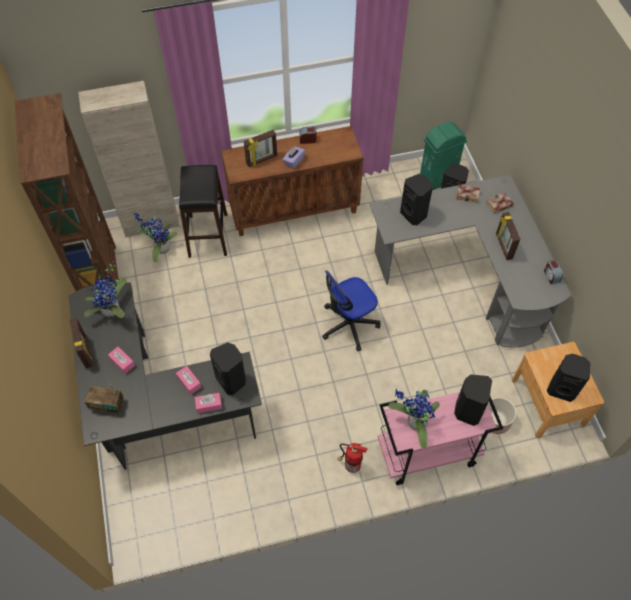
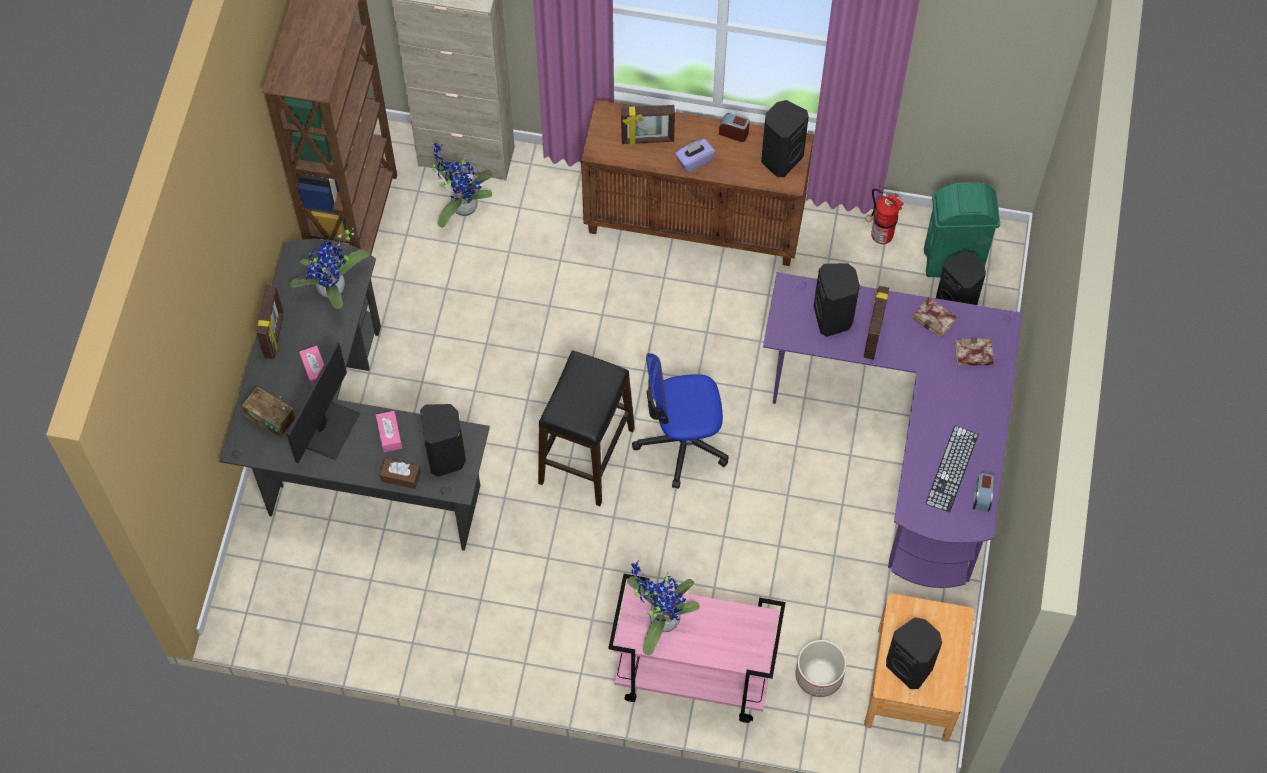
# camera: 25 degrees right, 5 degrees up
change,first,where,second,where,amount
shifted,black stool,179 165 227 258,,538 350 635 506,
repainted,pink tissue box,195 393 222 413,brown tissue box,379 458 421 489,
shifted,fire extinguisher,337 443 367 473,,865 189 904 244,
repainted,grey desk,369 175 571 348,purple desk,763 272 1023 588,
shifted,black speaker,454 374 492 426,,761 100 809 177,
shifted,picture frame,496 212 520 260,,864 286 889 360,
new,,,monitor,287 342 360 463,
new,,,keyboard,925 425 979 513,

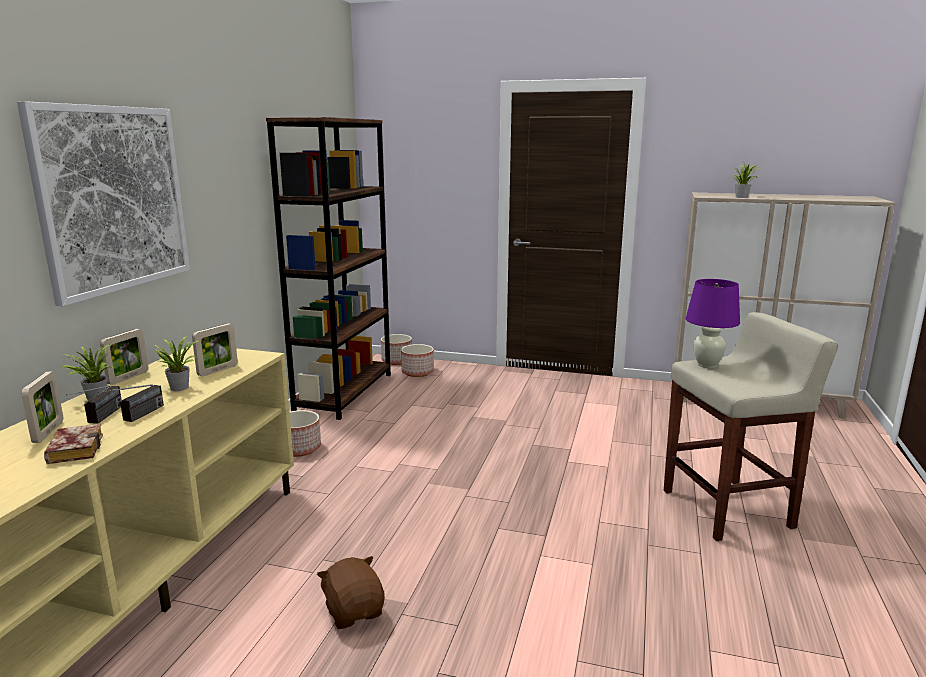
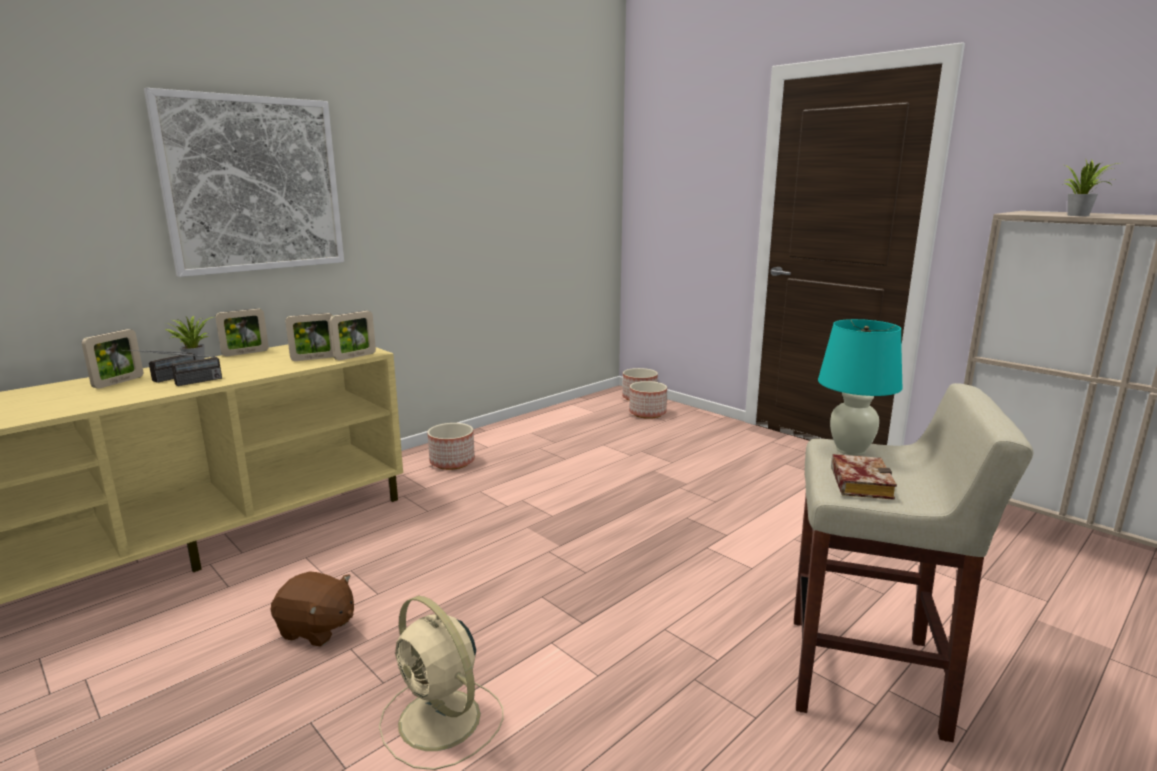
# camera: 30 degrees right, 0 degrees up
change,first,where,second,where,amount
shifted,book,44 424 103 464,,831 454 897 500,
gone,potted plant,154 336 202 391,,,
gone,brown bookcase,266 117 391 420,,,
rotated,brown plush toy,317 556 385 629,,271 571 354 647,105 degrees clockwise
repainted,purple table lamp,686 279 740 368,turquoise table lamp,818 319 902 456,
new,,,picture frame,329 311 376 361,
new,,,beige fan,379 596 504 770,

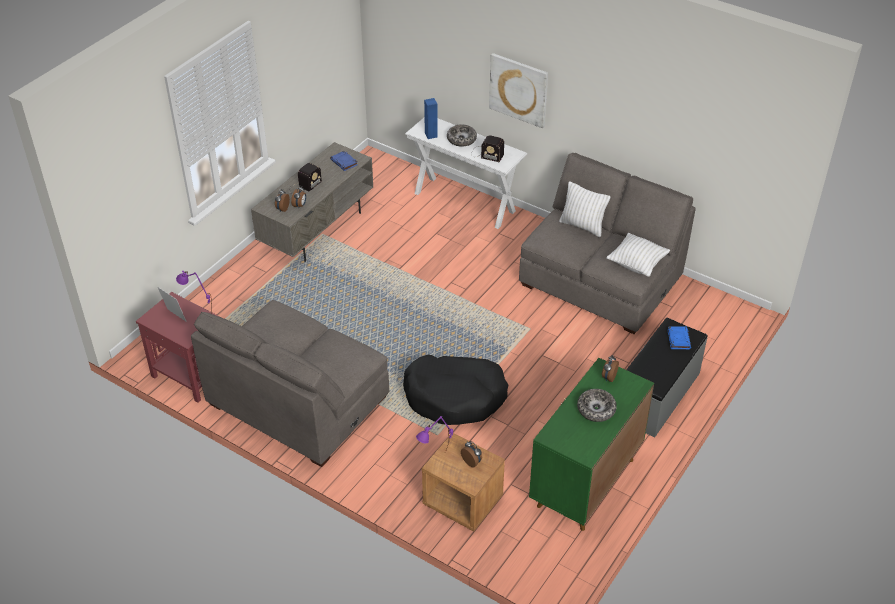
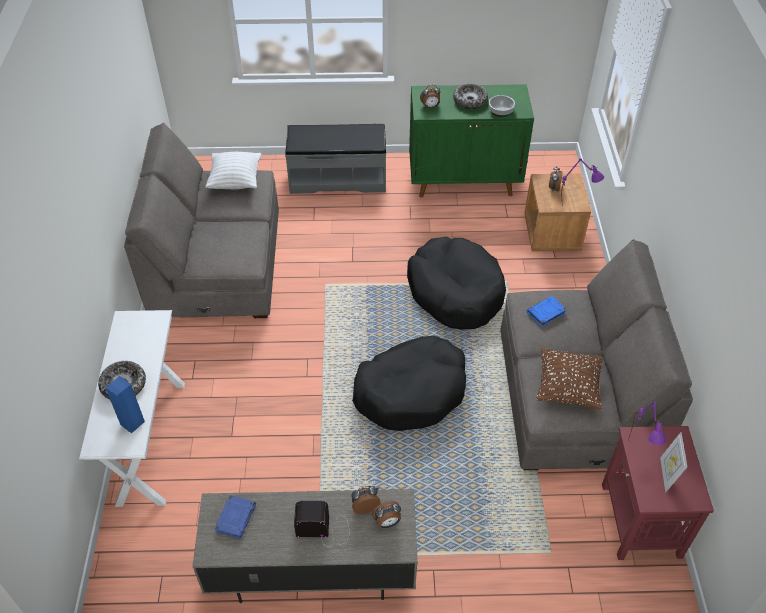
# camera: 125 degrees left, 5 degrees up
change,first,where,second,where,amount
gone,radio,471 135 504 162,,,
gone,picture,489 53 548 128,,,
gone,white pillow,559 181 611 237,,,
shifted,blue book,668 326 691 349,,527 296 567 327,
new,,,black dog bed,352 336 466 431,
new,,,bowl,489 95 515 117,
new,,,brown pillow,537 348 603 409,

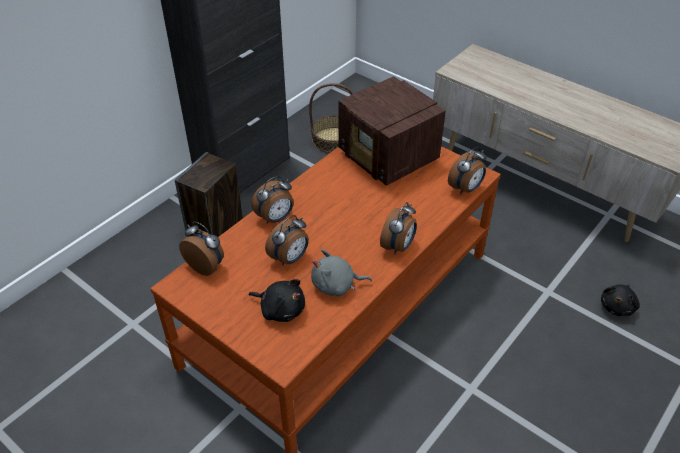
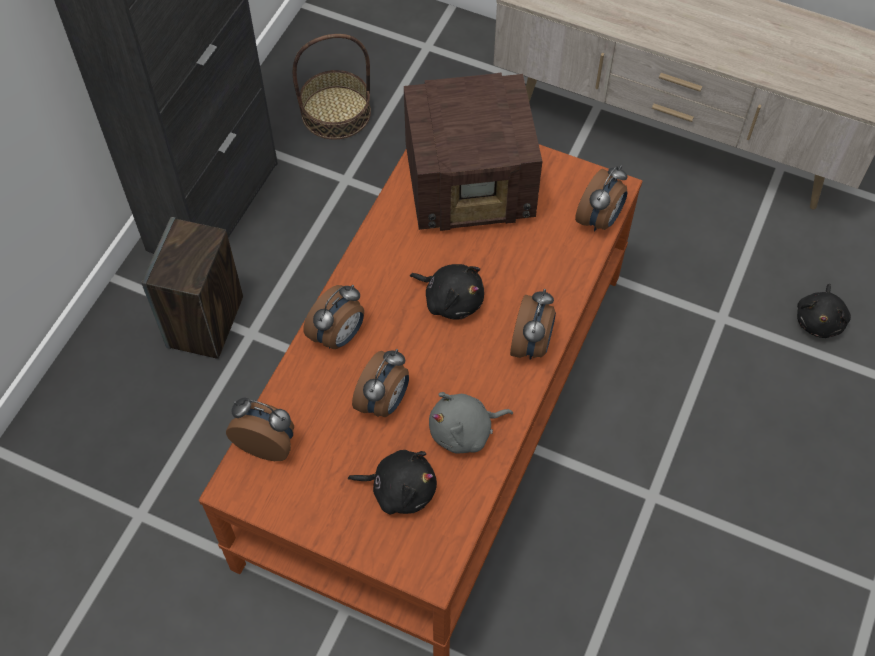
# camera: 15 degrees left, 15 degrees up
change,first,where,second,where,amount
rotated,radio,338 76 446 186,,404 73 542 231,45 degrees counterclockwise
new,,,black plush toy,410 264 484 320,

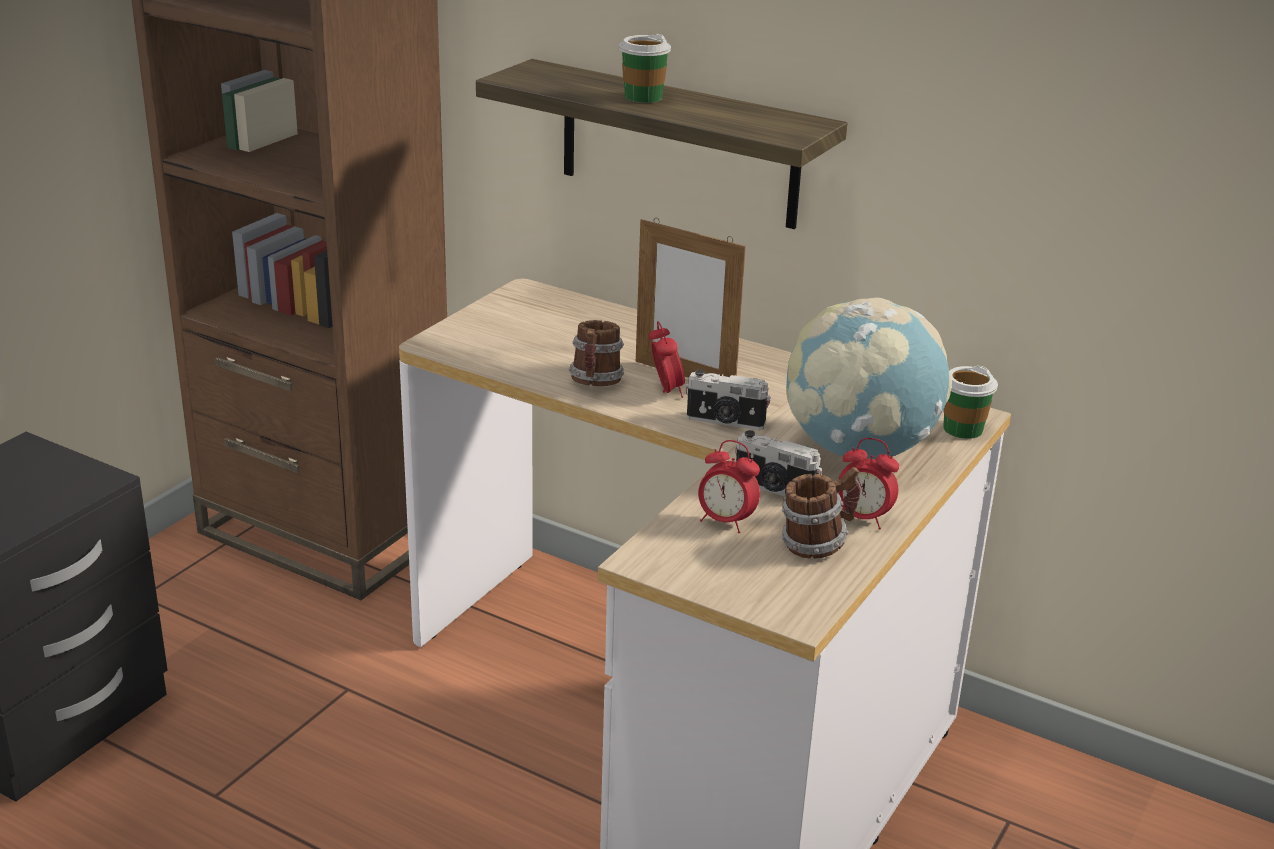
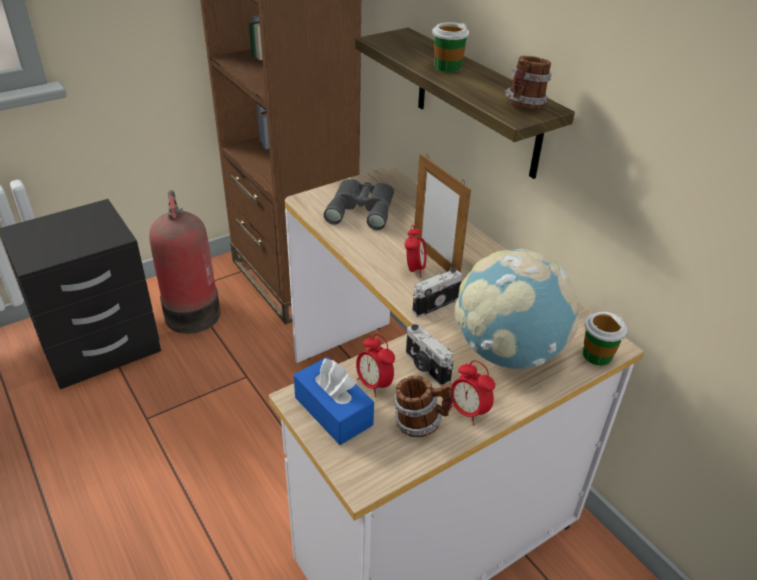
# camera: 25 degrees right, 10 degrees up
change,first,where,second,where,amount
shifted,mug,568 320 624 386,,505 56 551 109,
rotated,photo camera,686 369 771 430,,412 267 462 317,105 degrees clockwise
new,,,fire extinguisher,149 190 221 334,
new,,,blue tissue box,294 357 374 445,
new,,,grey binoculars,324 179 394 230,

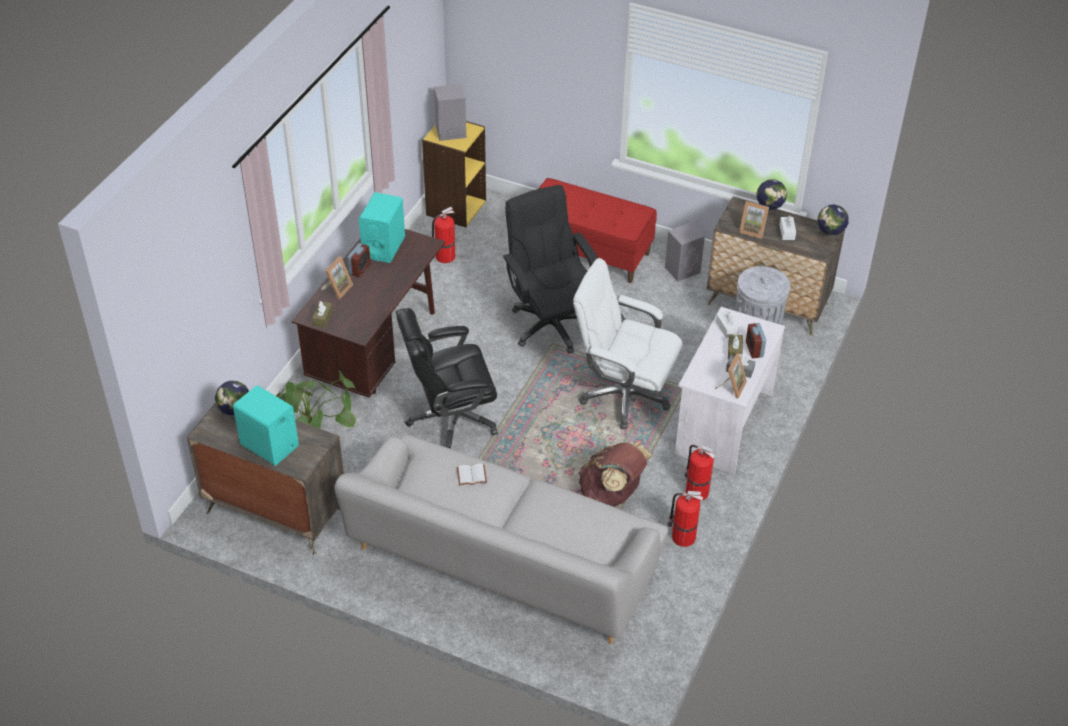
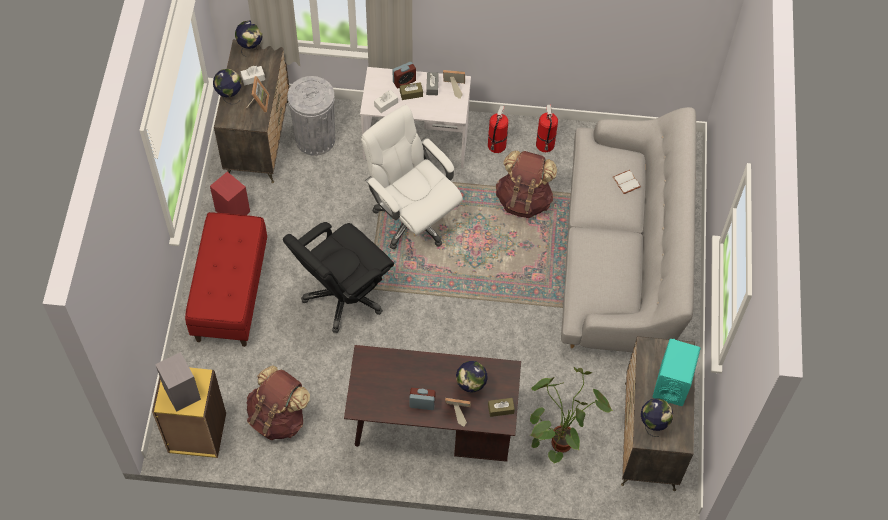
# camera: 110 degrees left, 15 degrees up
change,first,where,second,where,amount
gone,turquoise speaker,359 192 405 263,,,
gone,black office chair,396 308 498 449,,,
swapped,fire extinguisher,432 207 455 263,brown backpack,247 365 310 440,
shifted,white book,457 464 487 485,,613 170 641 194,
rotated,white office chair,573 258 682 429,,361 105 463 250,135 degrees clockwise
repainted,grey speaker,665 222 705 282,red speaker,210 172 250 215,
new,,,globe,456 361 488 393,

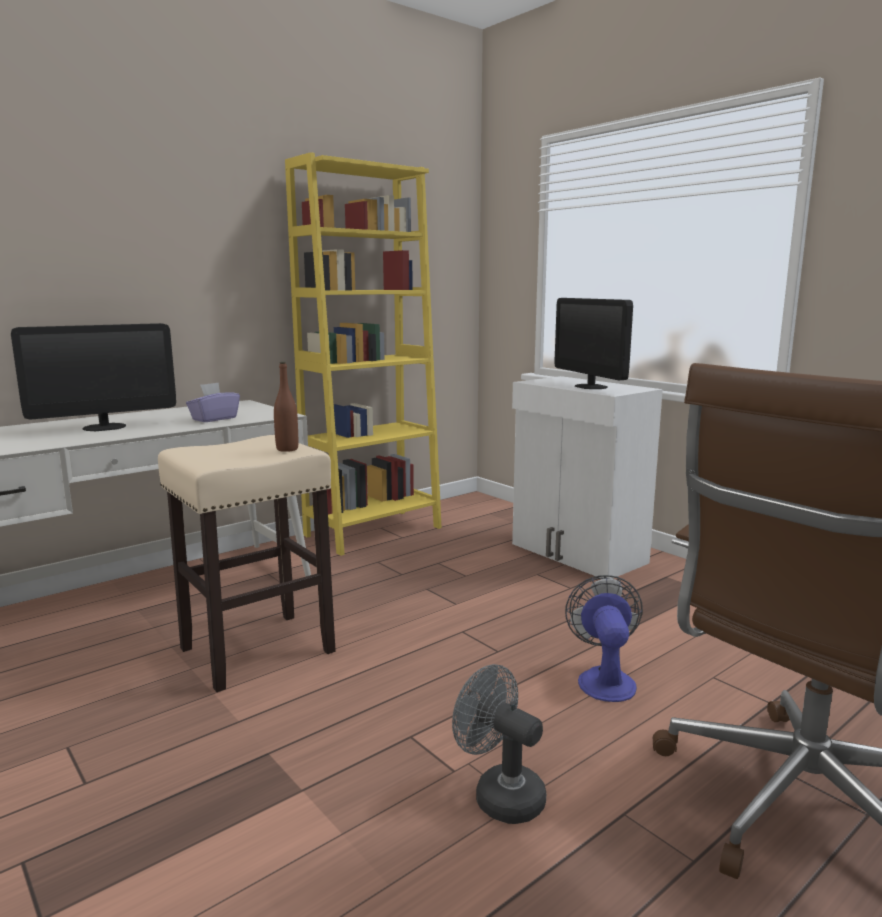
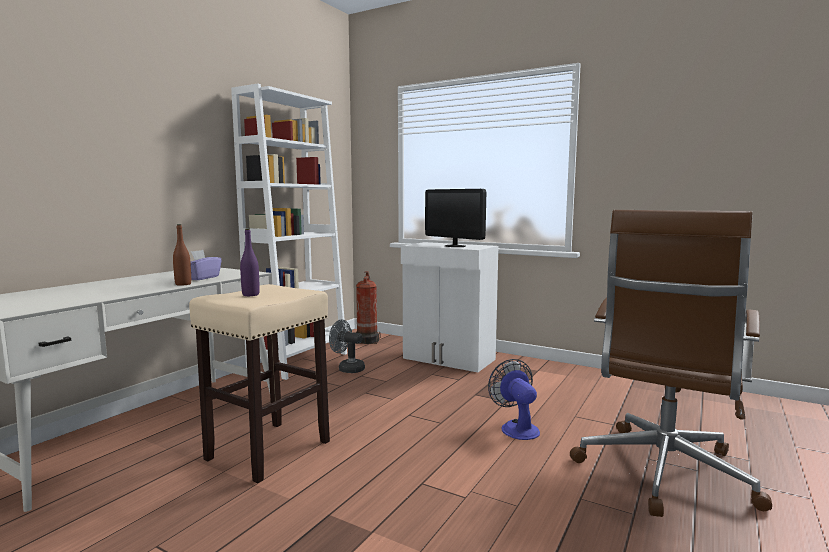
# camera: 20 degrees left, 5 degrees down
change,first,where,second,where,amount
gone,monitor,11 323 176 431,,,
shifted,brown bottle,274 362 298 452,,173 224 191 286,
repainted,yellow bookcase,285 152 442 556,white bookcase,231 84 347 380,
shifted,grey fan,452 664 546 824,,329 319 365 373,
new,,,purple bottle,240 228 260 296,
new,,,fire extinguisher,355 271 381 344,

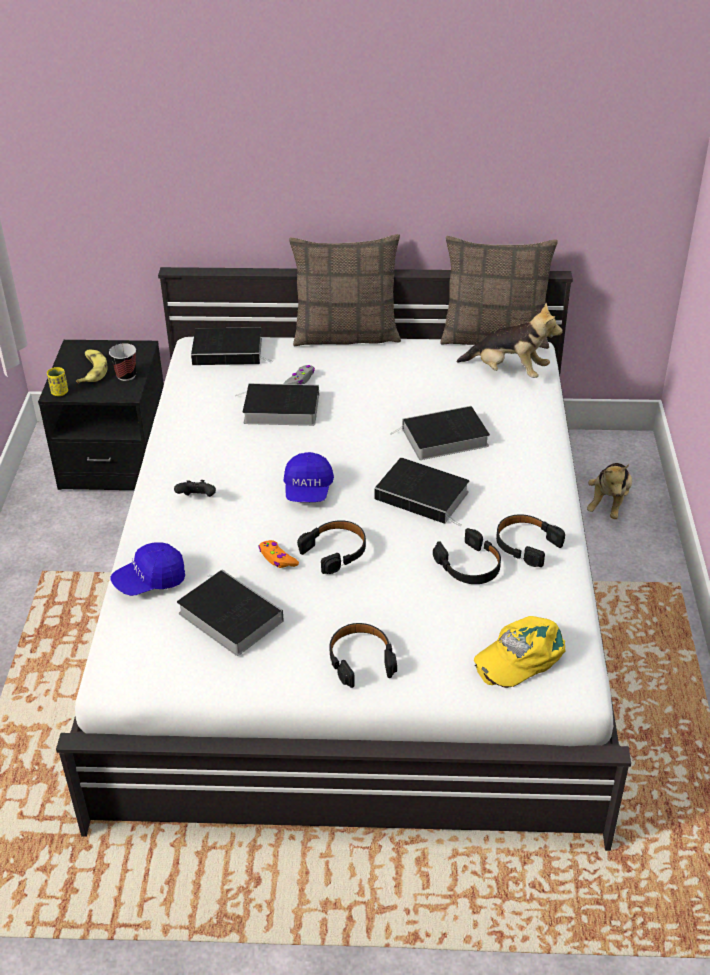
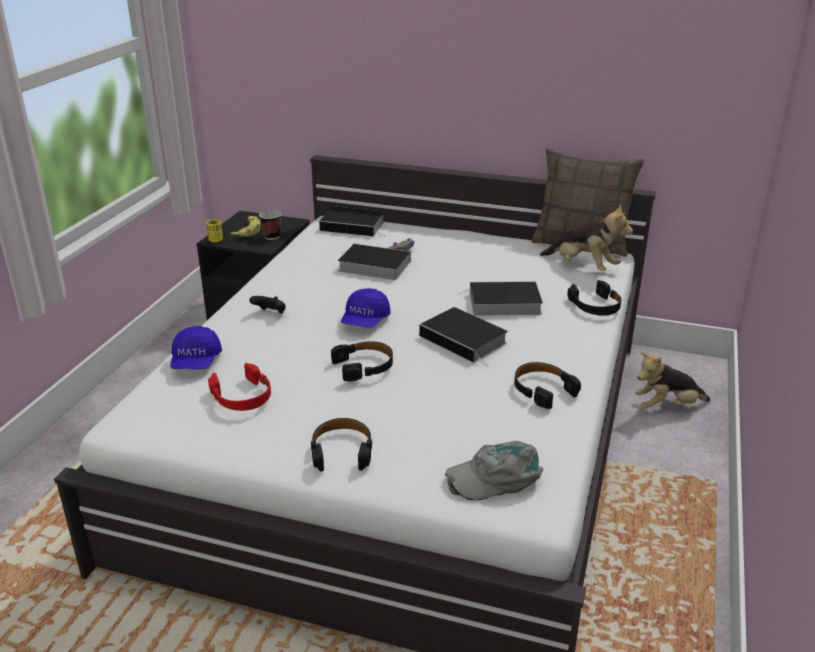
# camera: 15 degrees right, 10 degrees down
change,first,where,second,where,amount
rotated,blue cap,111 542 185 596,,170 326 222 369,75 degrees counterclockwise
swapped,book,177 570 284 656,red headphones,208 363 271 411,
gone,orange game controller,258 540 299 568,,,
gone,pillow,289 234 401 346,,,
shifted,black headphones,433 528 501 584,,568 280 622 316,
repainted,yellow cap,474 616 565 688,grey cap,445 441 543 501,
rotated,plush toy,587 463 632 519,,635 352 710 409,45 degrees clockwise

